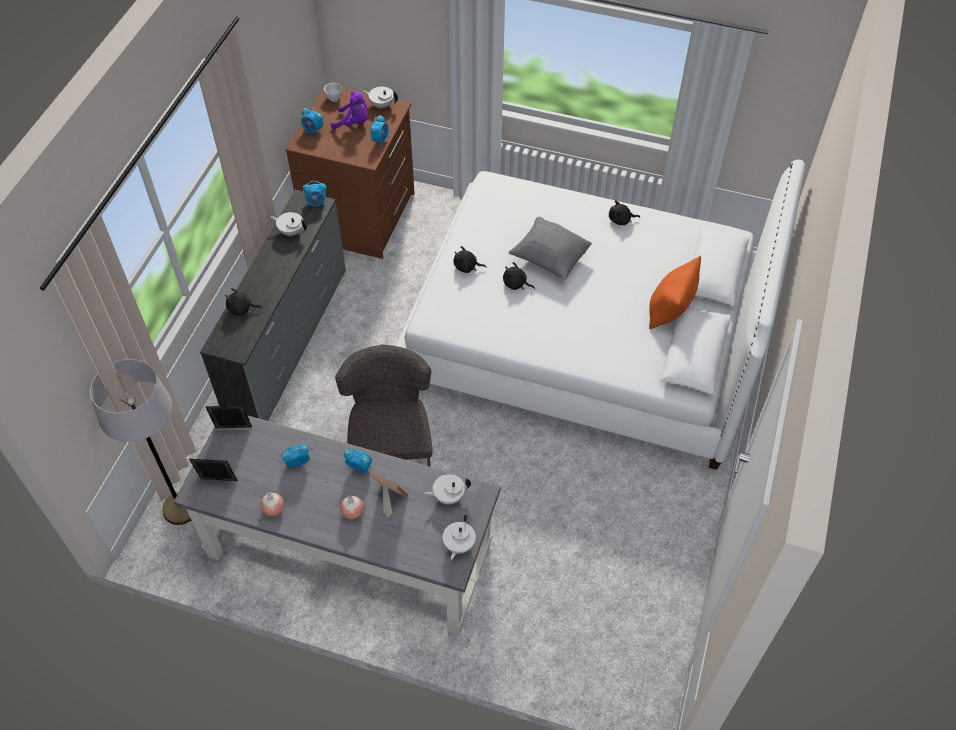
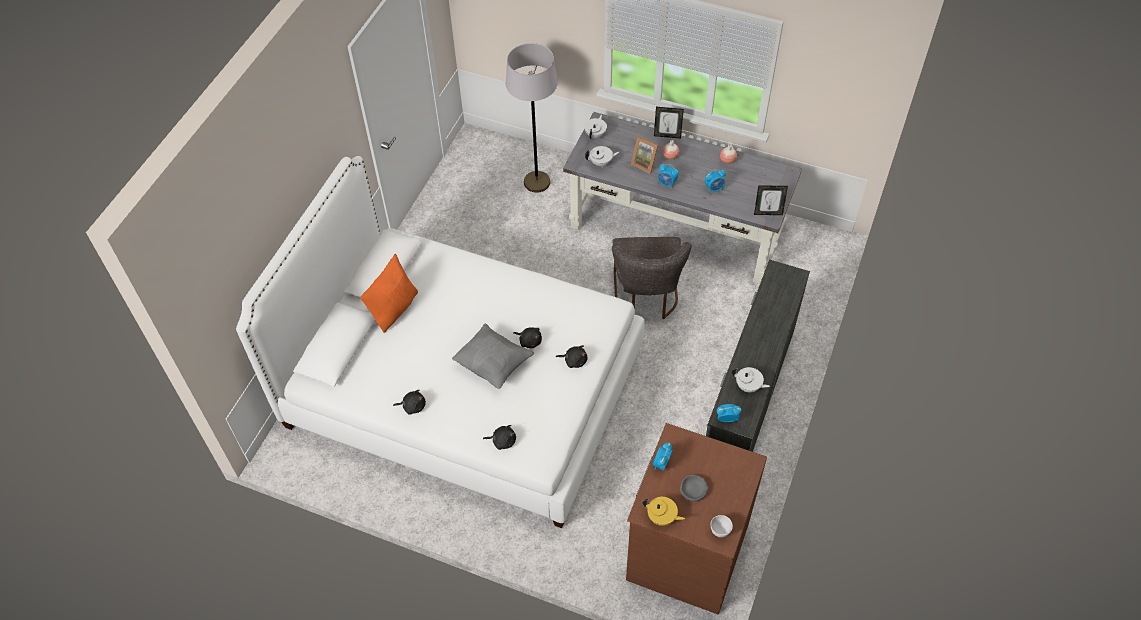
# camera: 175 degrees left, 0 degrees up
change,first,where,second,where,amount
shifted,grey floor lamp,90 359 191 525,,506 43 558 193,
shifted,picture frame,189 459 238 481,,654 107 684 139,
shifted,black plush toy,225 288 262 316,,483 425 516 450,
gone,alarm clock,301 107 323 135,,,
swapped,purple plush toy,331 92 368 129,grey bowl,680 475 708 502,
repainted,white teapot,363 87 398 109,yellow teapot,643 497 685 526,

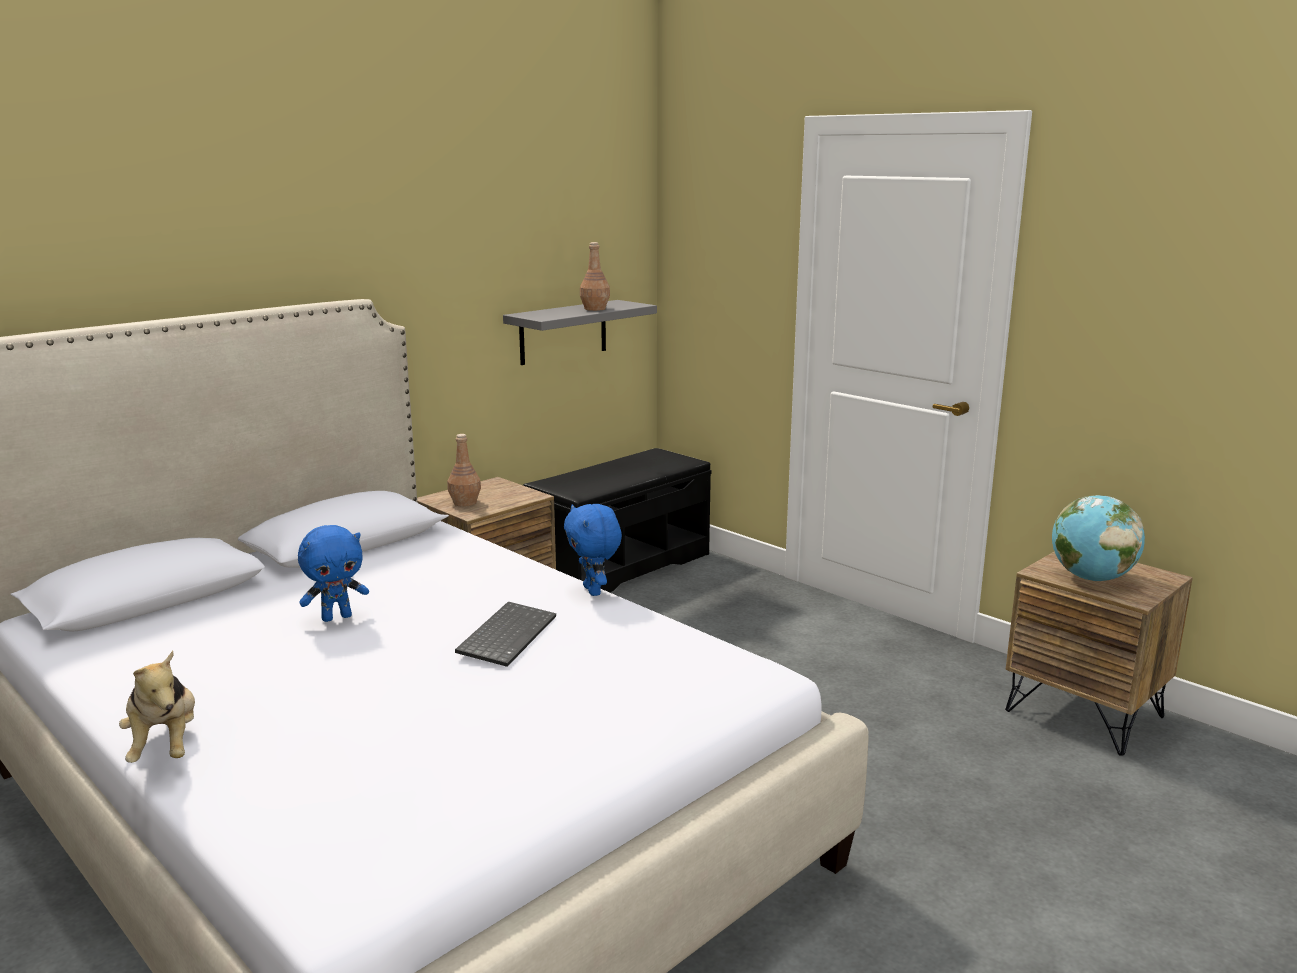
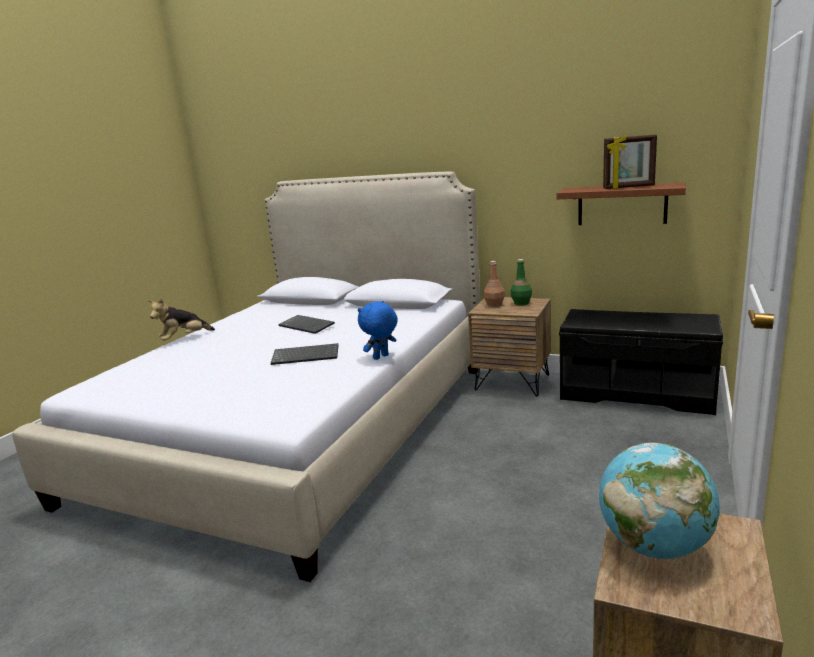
# camera: 70 degrees right, 0 degrees up
change,first,where,second,where,amount
swapped,blue plush toy,298 525 369 622,keyboard,278 315 335 334,
repainted,grey shelf,503 300 657 365,brown shelf,557 183 686 225,
swapped,brown bottle,580 242 610 311,picture frame,603 135 657 189,
new,,,green bottle,511 259 532 305,

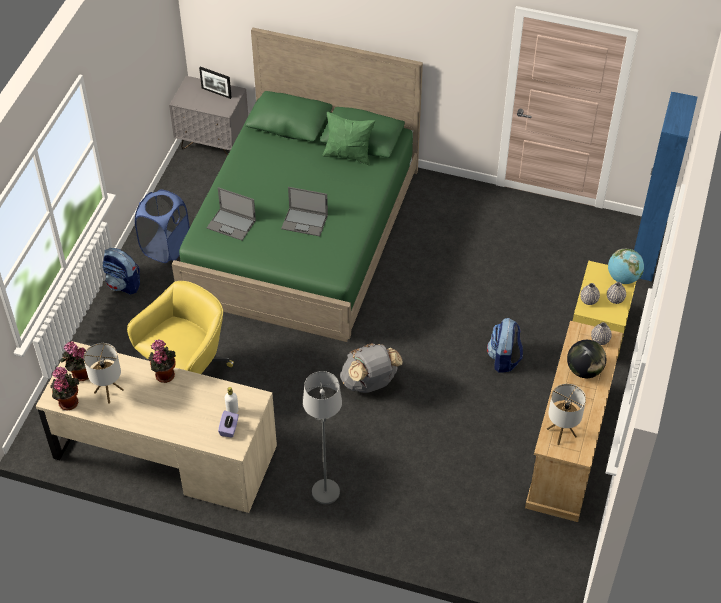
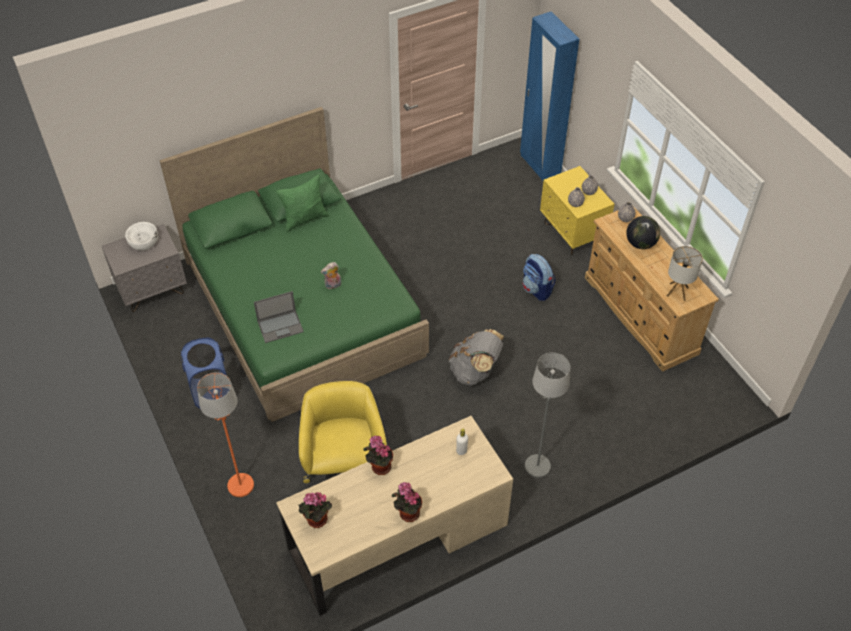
# camera: 45 degrees left, 0 degrees up
change,first,where,second,where,amount
shifted,potted plant,50 367 79 411,,392 482 422 522,
gone,table lamp,83 343 124 404,,,
gone,backpack,103 248 140 295,,,
swapped,picture frame,199 67 232 99,white bowl,125 222 158 251,
gone,purple tissue box,218 410 239 438,,,
swapped,laptop,281 187 328 236,plush toy,321 262 341 290,
gone,globe,608 249 644 284,,,
new,,,orange floor lamp,197 372 254 497,

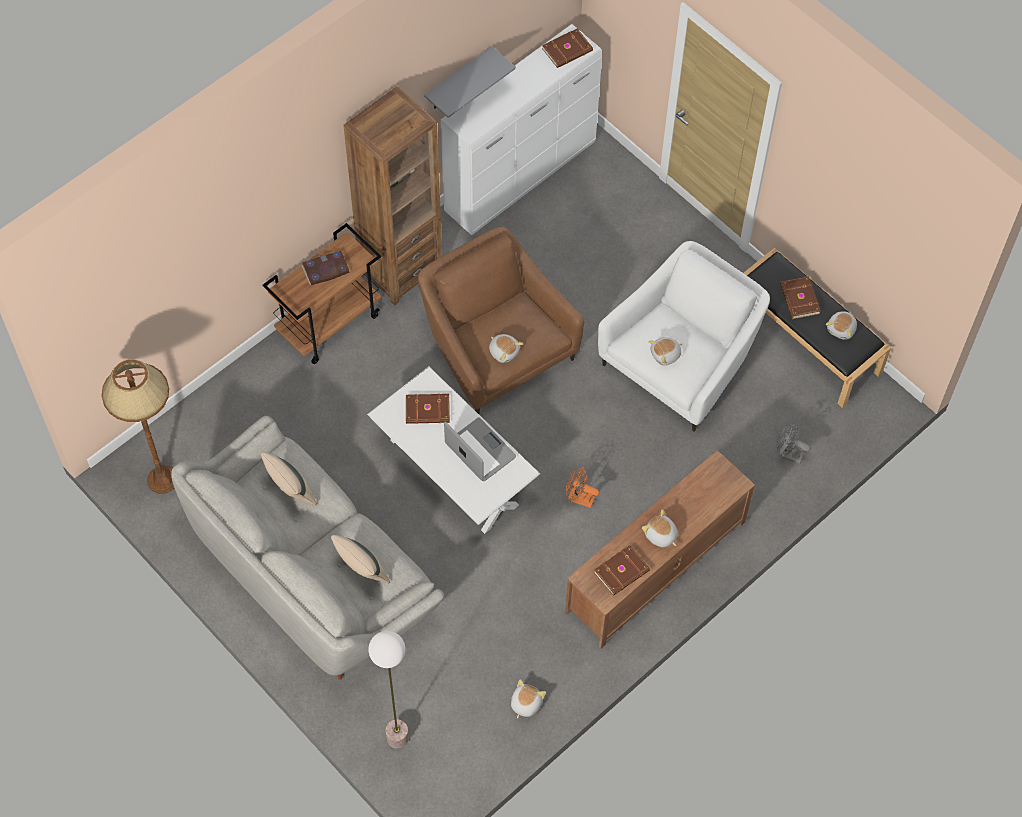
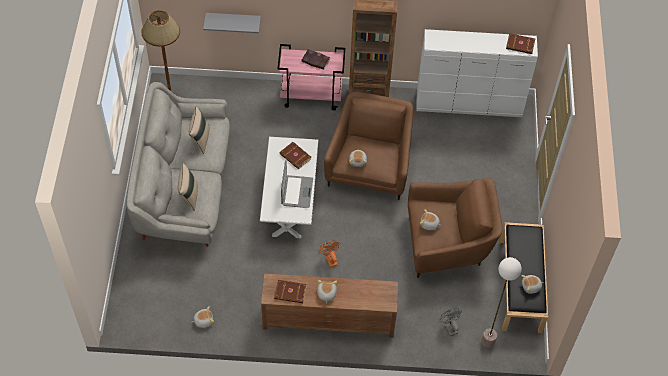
# camera: 45 degrees right, 5 degrees down
change,first,where,second,where,amount
repainted,brown cart,263 223 381 364,pink cart,277 44 345 110,
shifted,floor lamp,368 631 409 749,,482 257 522 347,
shifted,grey shelf,424 46 516 118,,203 13 261 33,
repainted,white armchair,598 241 770 431,brown armchair,408 178 502 278,
gone,brown book,780 276 821 319,,,

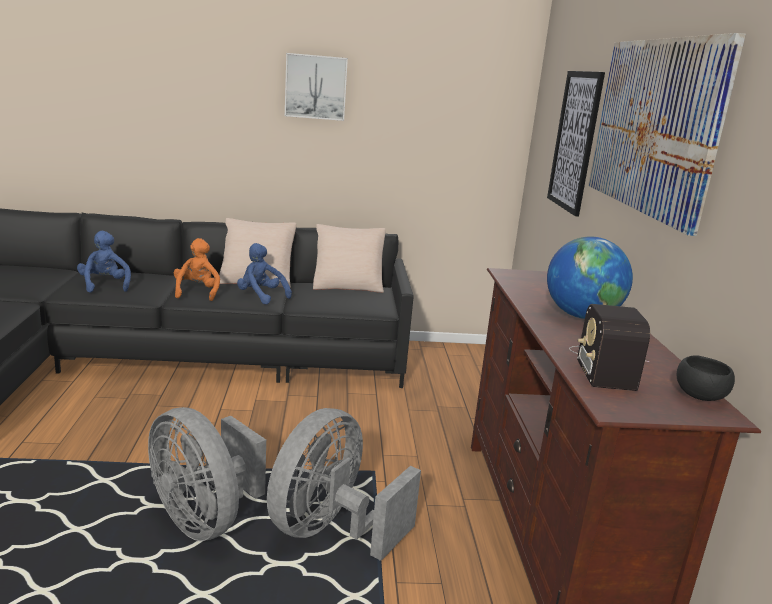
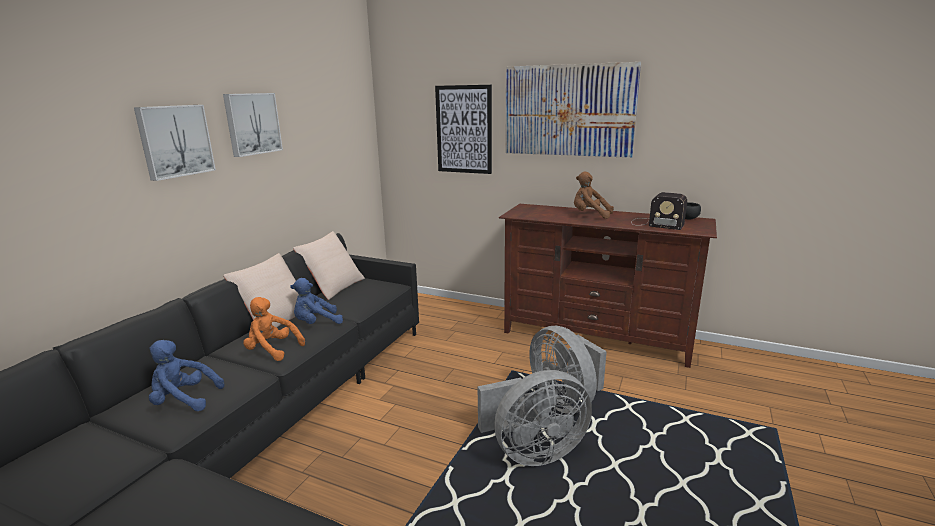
# camera: 60 degrees left, 0 degrees up
change,first,where,second,where,amount
swapped,globe,547 236 633 319,brown plush toy,574 172 614 219,
new,,,picture,134 105 216 181,

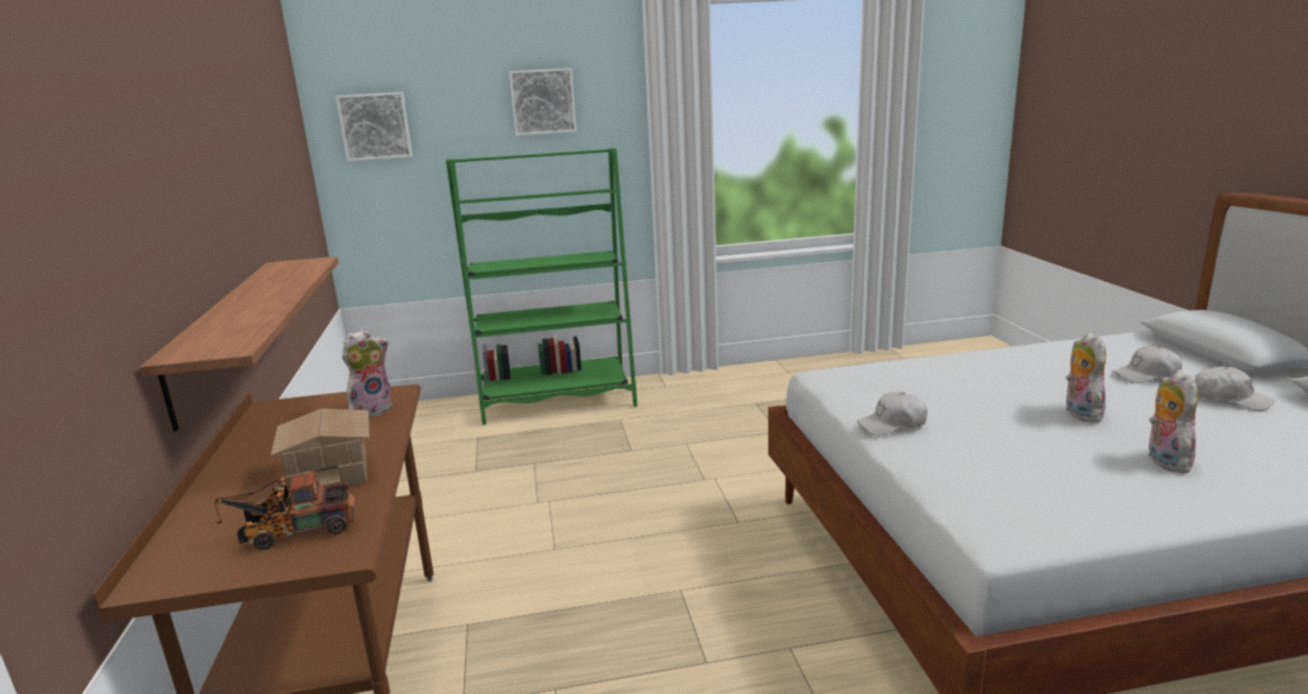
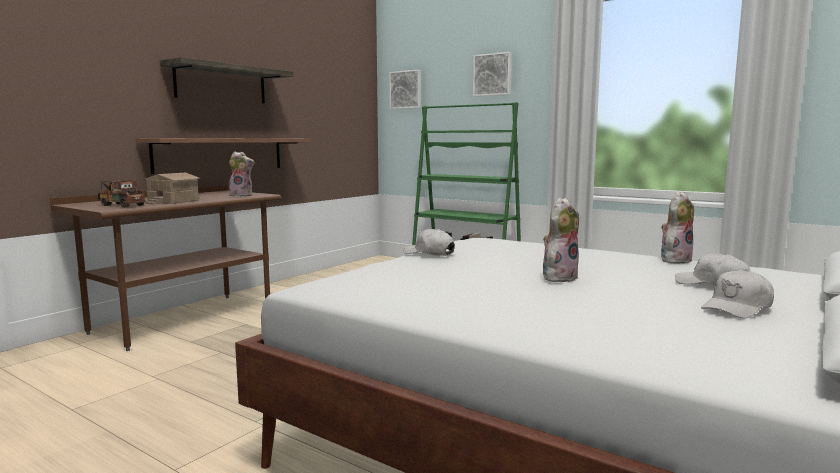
# camera: 45 degrees right, 10 degrees down
change,first,where,second,where,amount
shifted,plush toy,1148 370 1198 473,,661 191 694 264,
rotated,white cap,1195 366 1274 411,,701 269 774 318,60 degrees clockwise
new,,,shelf,160 57 293 104,

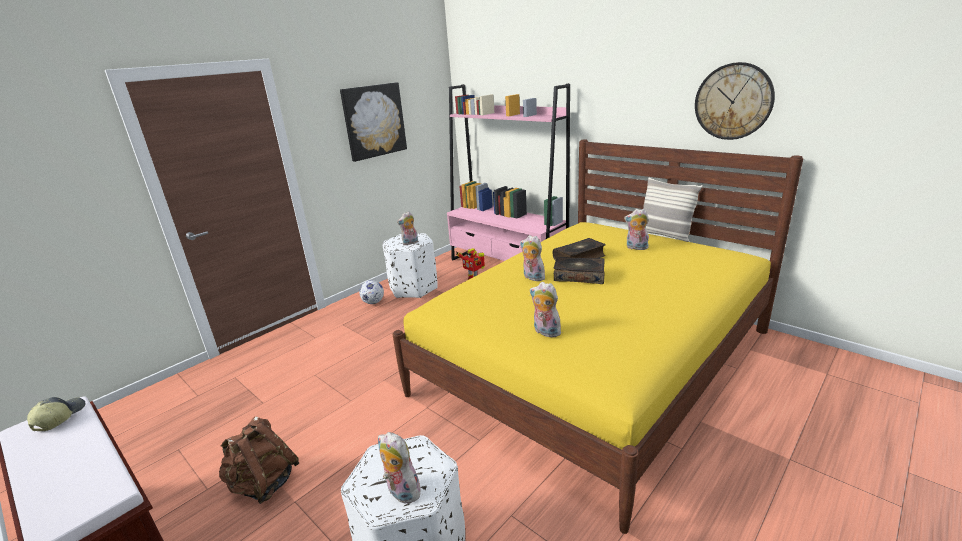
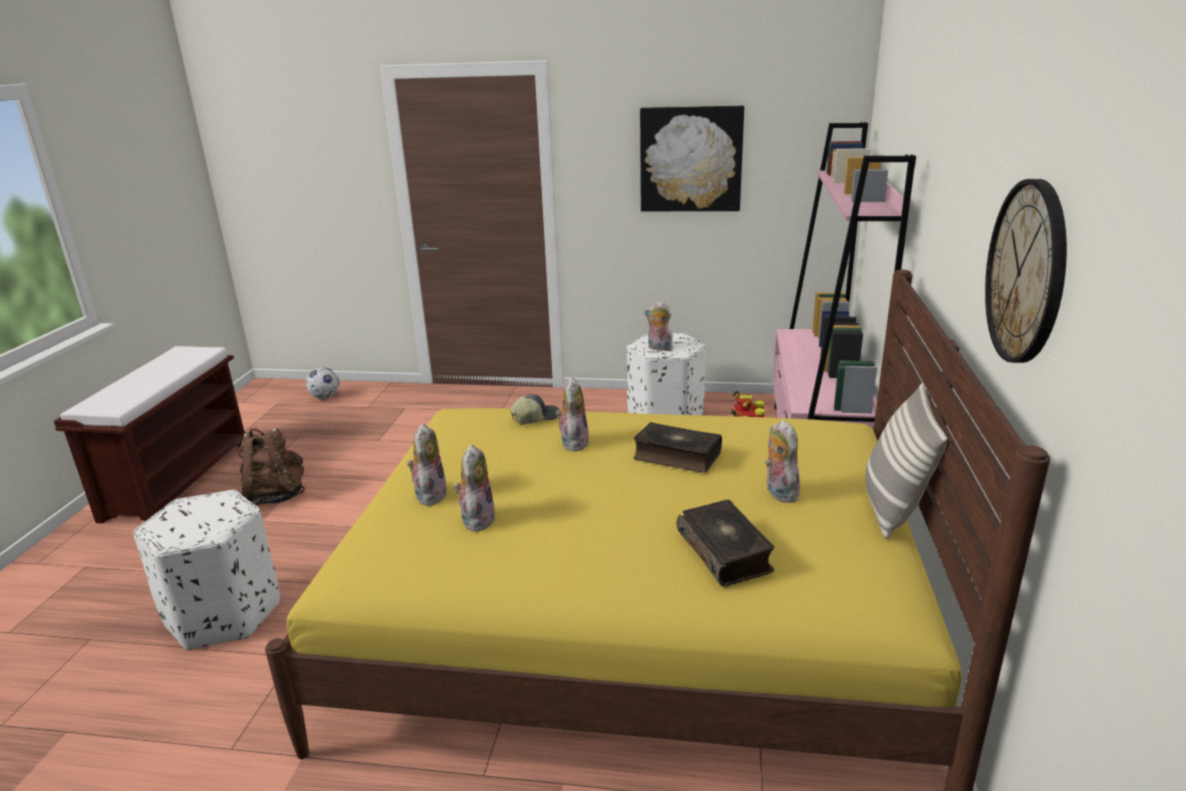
# camera: 55 degrees right, 0 degrees up
change,first,where,second,where,amount
shifted,cap,27 397 86 431,,510 394 559 424,
shifted,football,359 280 384 304,,306 367 339 399,
shifted,plush toy,378 432 420 504,,454 445 495 532,
shifted,book,553 257 605 284,,677 500 774 586,

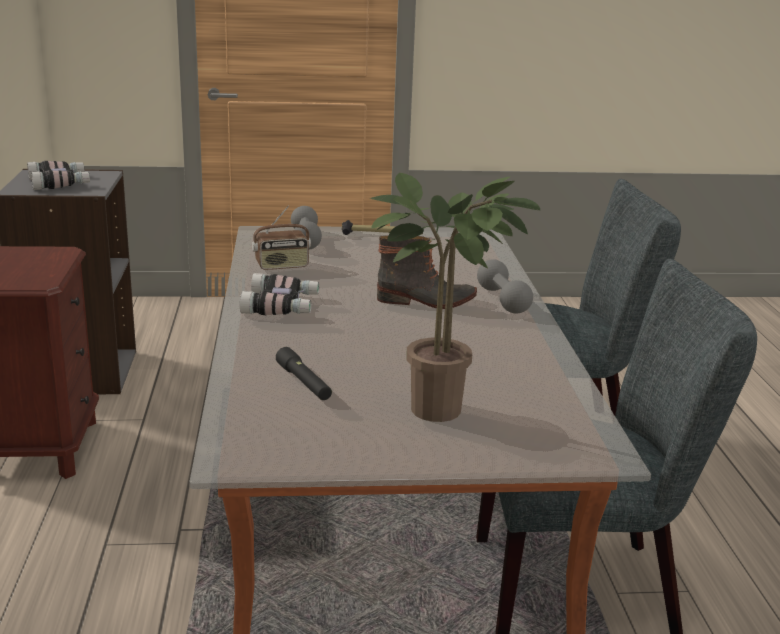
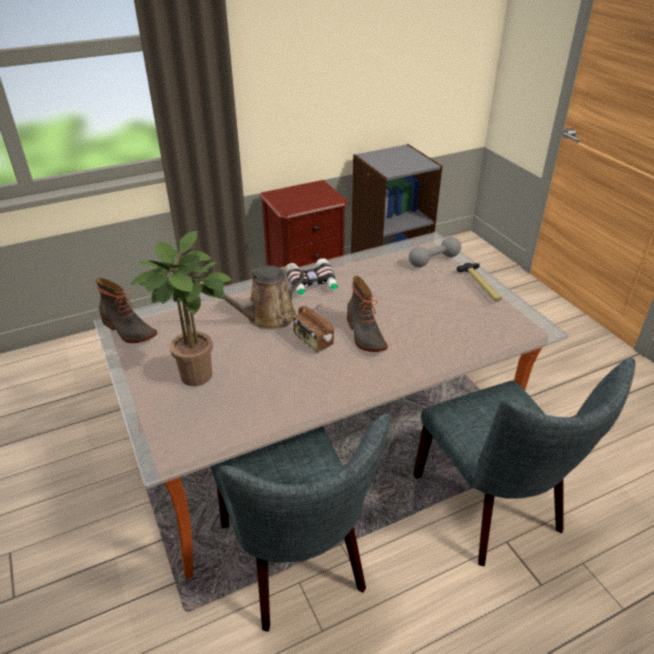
# camera: 70 degrees right, 15 degrees up
change,first,where,second,where,amount
gone,binoculars,27 161 90 190,,,
shifted,radio,252 206 311 270,,293 303 334 352,
gone,black flashlight,276 347 332 400,,,
gone,grey dumbbell,477 259 533 314,,,
new,,,boot,96 278 157 343,
new,,,brown watering can,199 265 304 329,

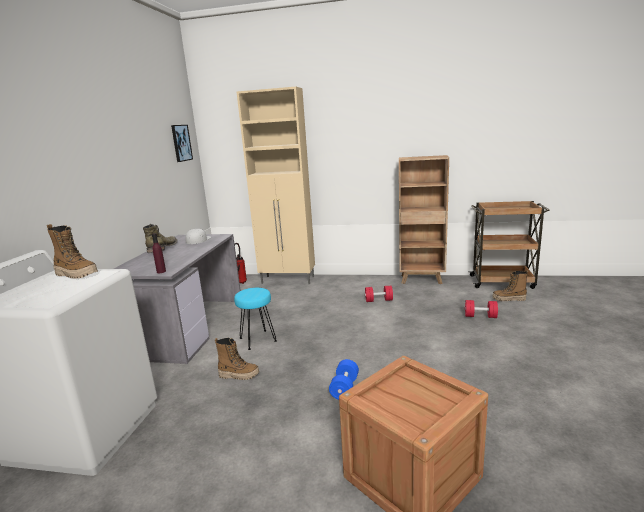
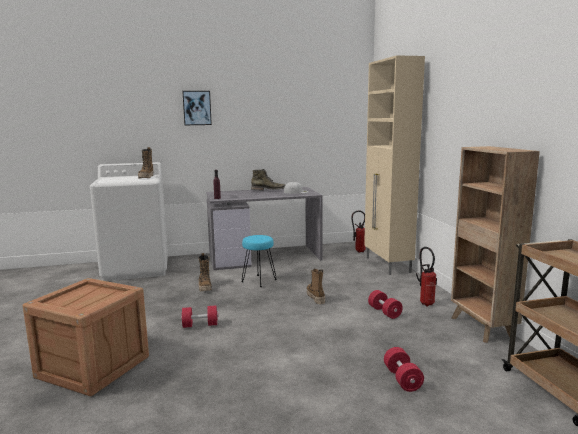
# camera: 65 degrees right, 5 degrees down
change,first,where,second,where,amount
shifted,picture,171 125 193 162,,182 91 212 125,
repainted,blue dumbbell,329 359 359 400,red dumbbell,181 306 218 328,
shifted,boot,492 270 528 301,,307 269 325 304,
new,,,fire extinguisher,416 247 437 307,

